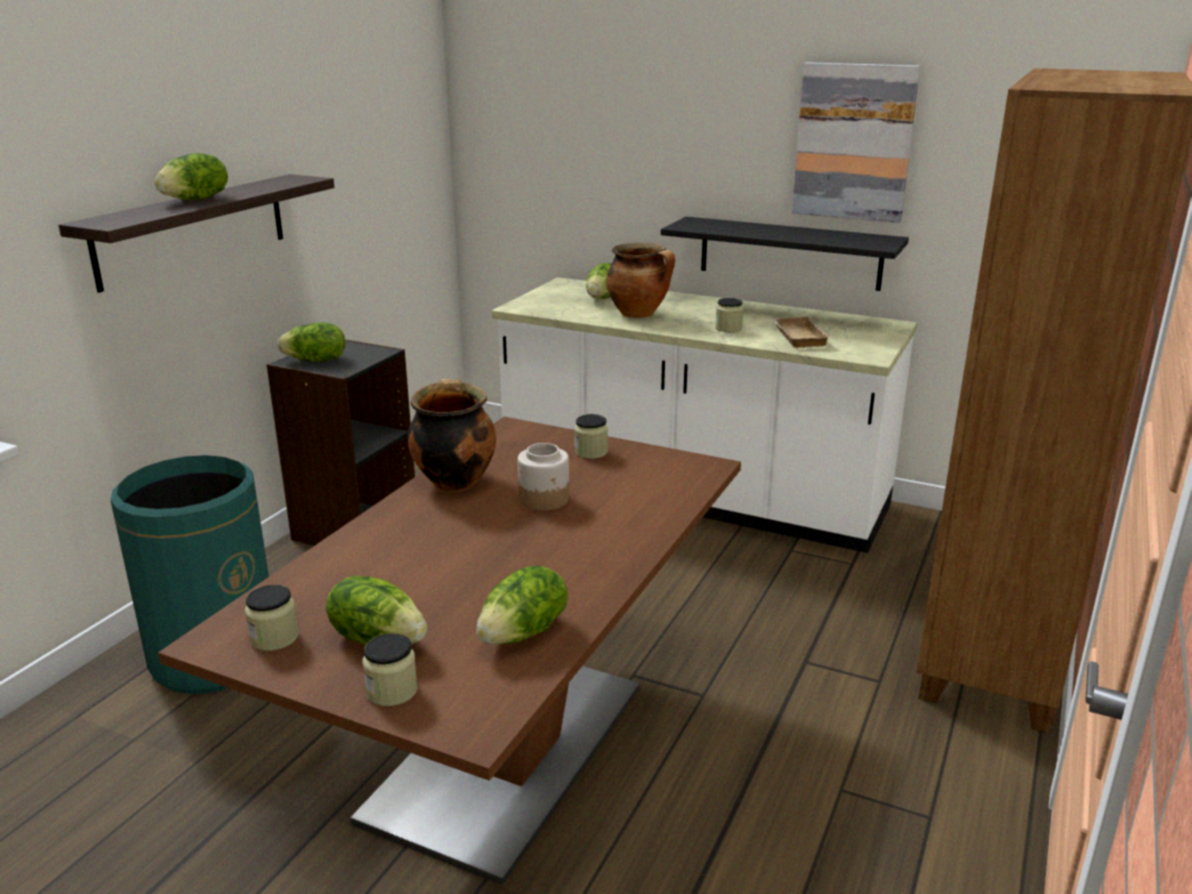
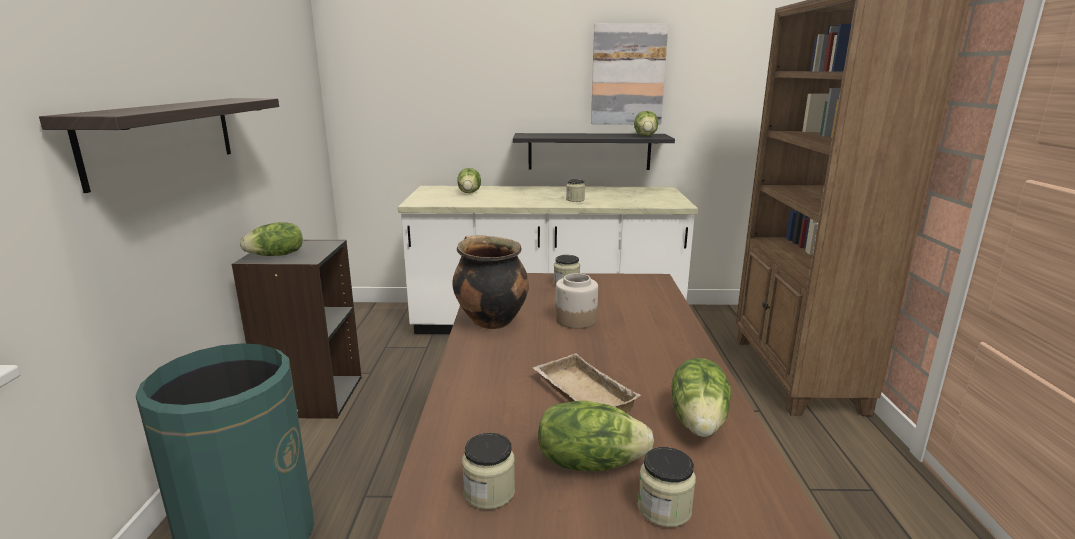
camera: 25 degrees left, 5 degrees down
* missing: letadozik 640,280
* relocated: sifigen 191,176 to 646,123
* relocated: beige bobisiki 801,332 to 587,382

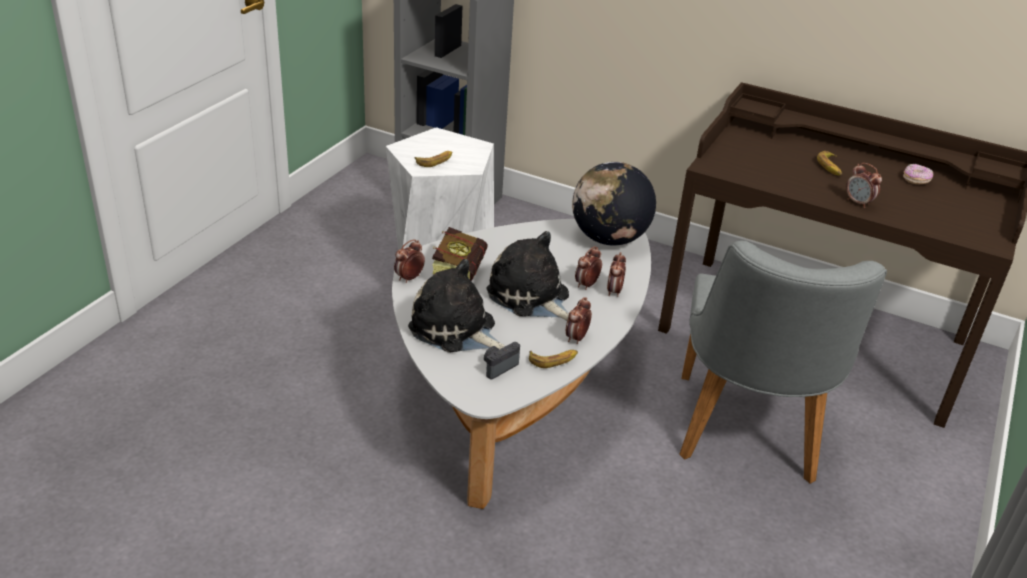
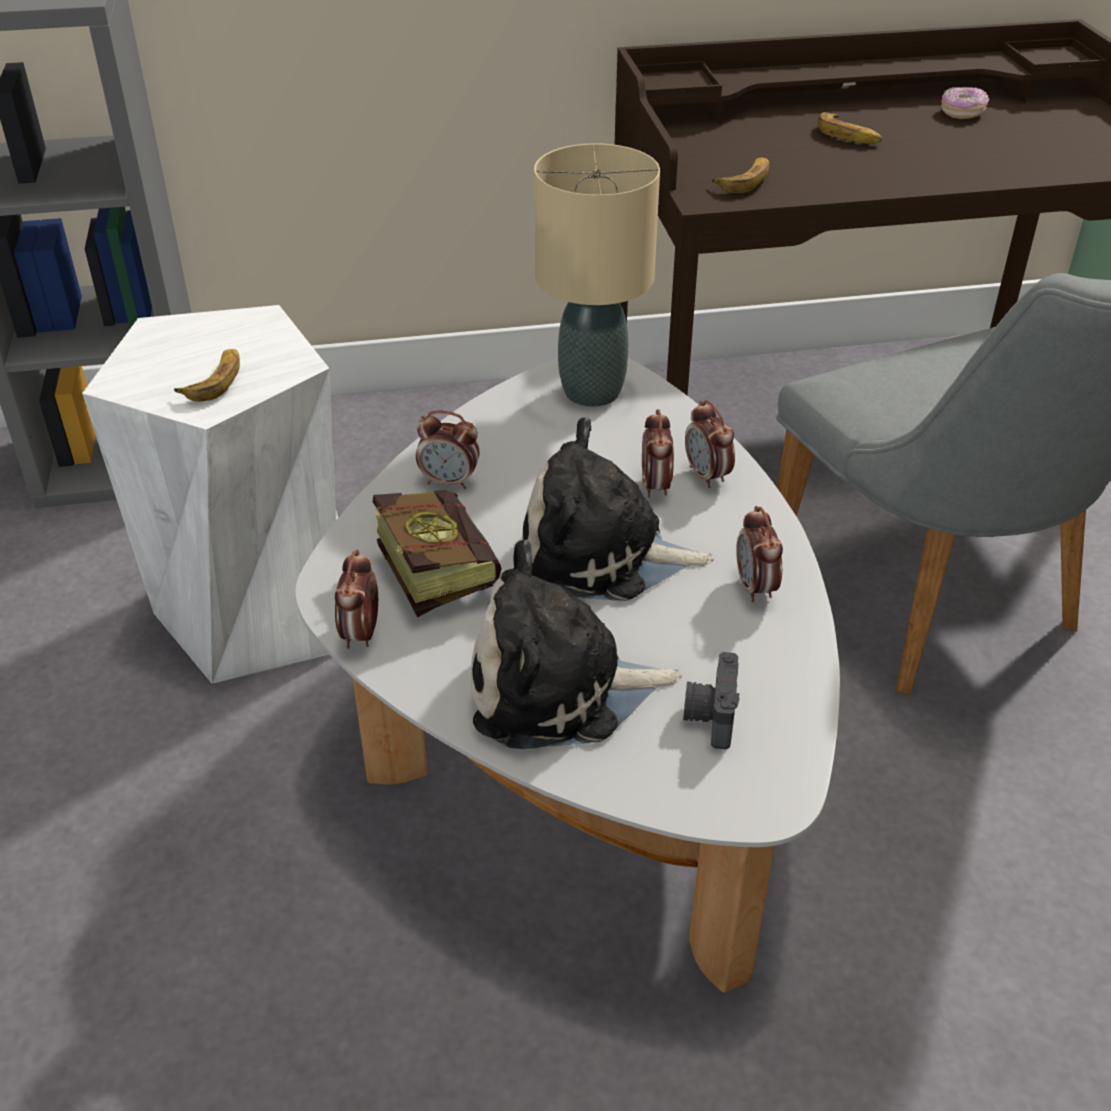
camera: 35 degrees left, 5 degrees up
* relocated: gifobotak 553,359 to 740,175
* relocated: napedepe 864,185 to 448,449
* exchanged: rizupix 614,204 to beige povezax 597,275

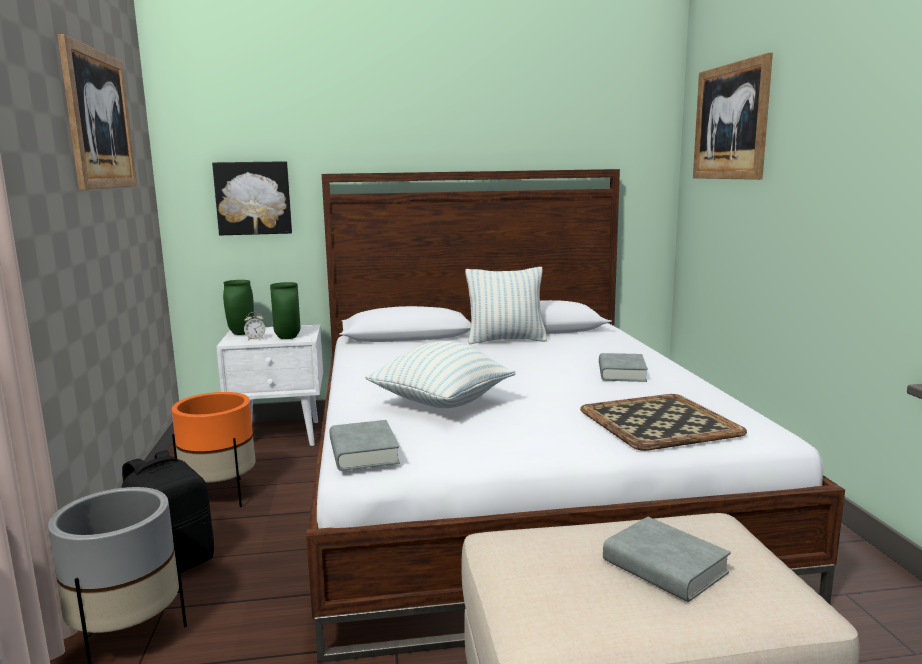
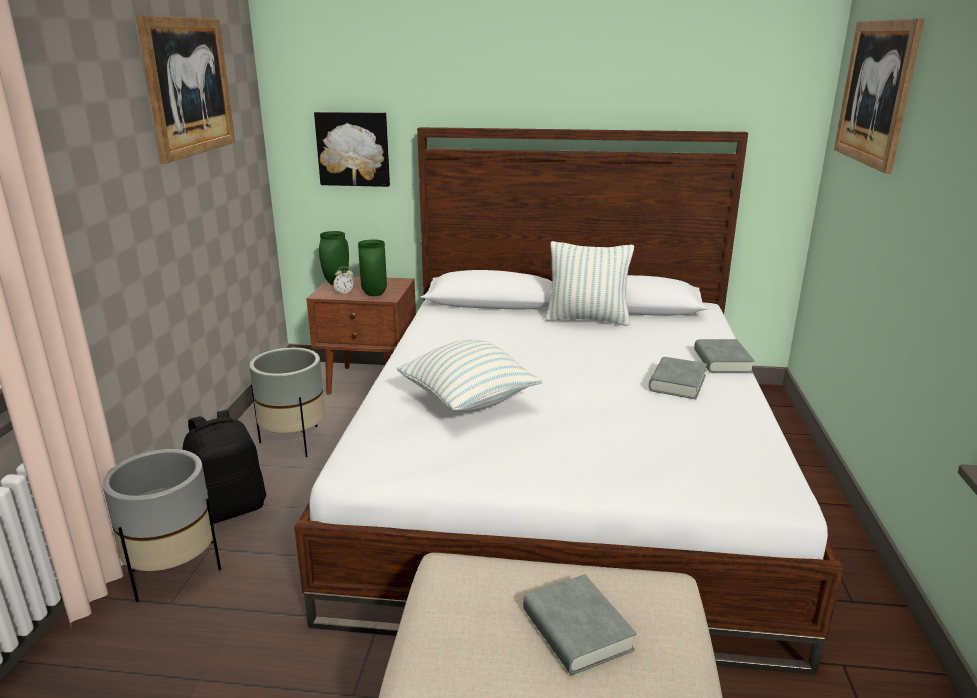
camera: 15 degrees right, 10 degrees up
* missing: bobisiki 663,422
* relocated: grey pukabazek 365,445 to 724,356
* colour: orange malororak 214,449 to grey malororak 287,402
* colour: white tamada 269,385 to brown tamada 361,335

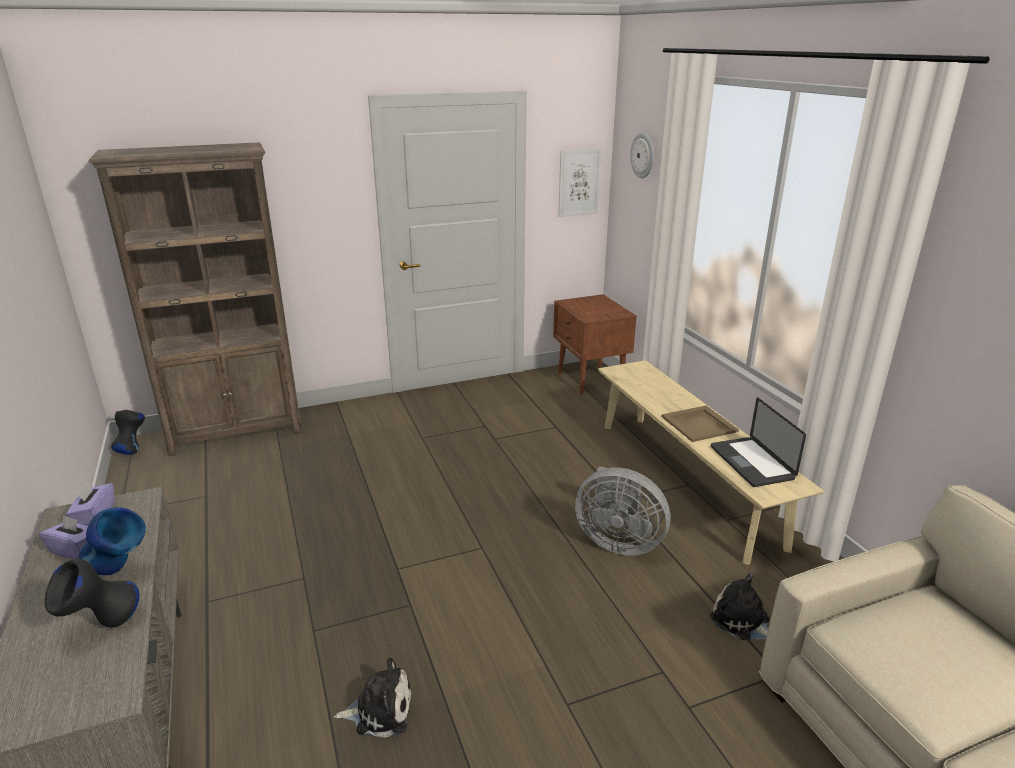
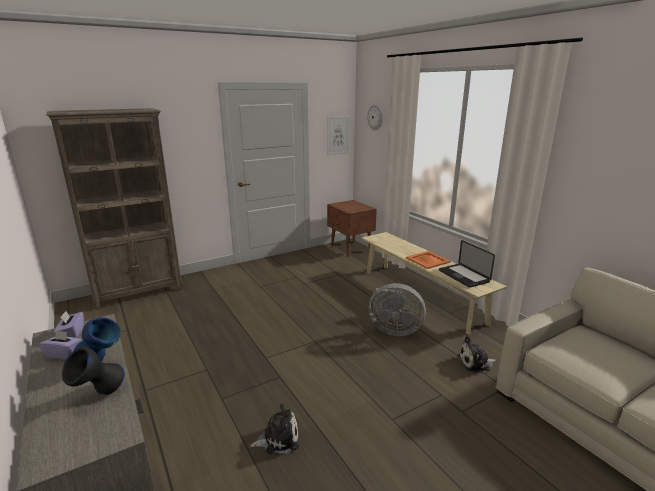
camera: 10 degrees left, 5 degrees down
* missing: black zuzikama 128,432
* colour: beige bobisiki 700,424 to orange bobisiki 428,260
* spun: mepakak 739,606 = 477,354 45 degrees counterclockwise

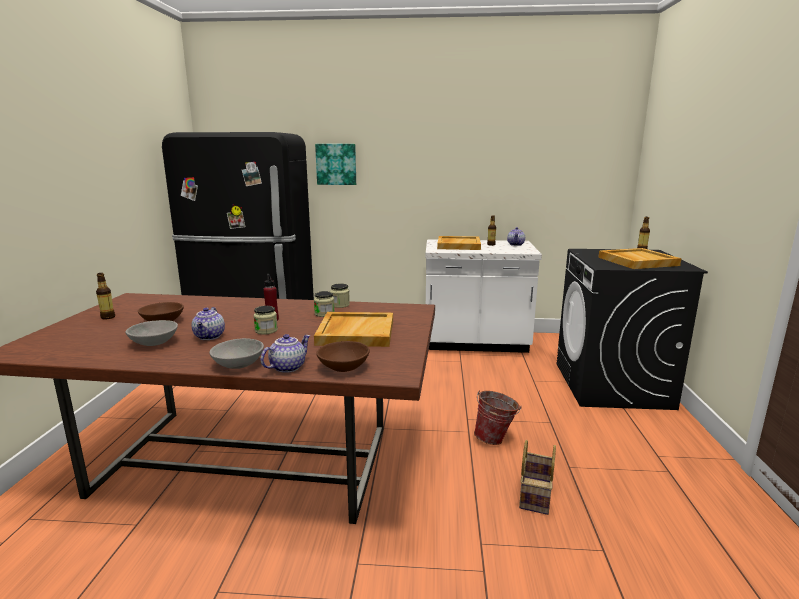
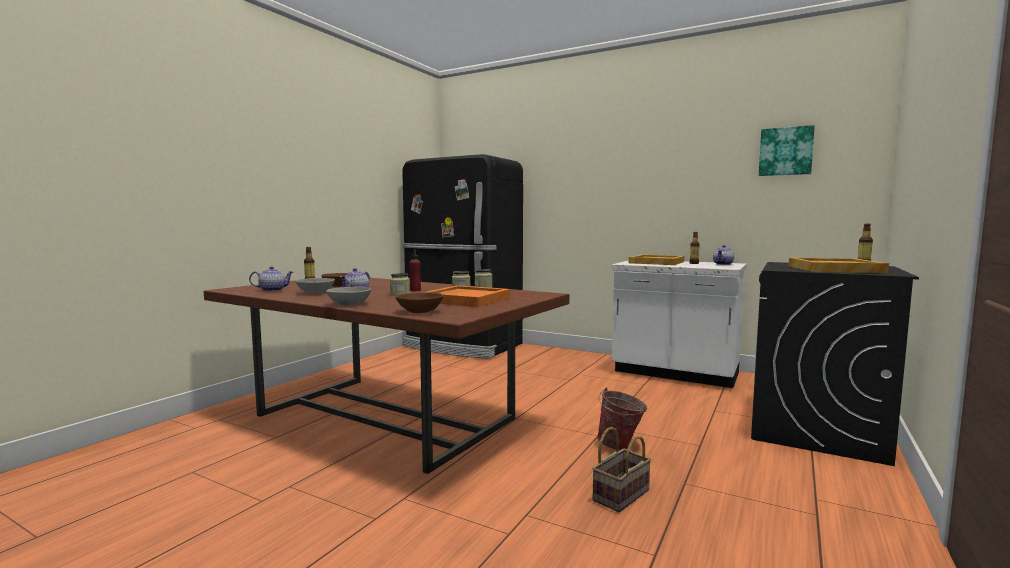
camera: 25 degrees right, 10 degrees down
* relocated: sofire 286,353 to 271,279
* relocated: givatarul 335,164 to 787,150
* colour: beige bobisiki 353,329 to orange bobisiki 468,296

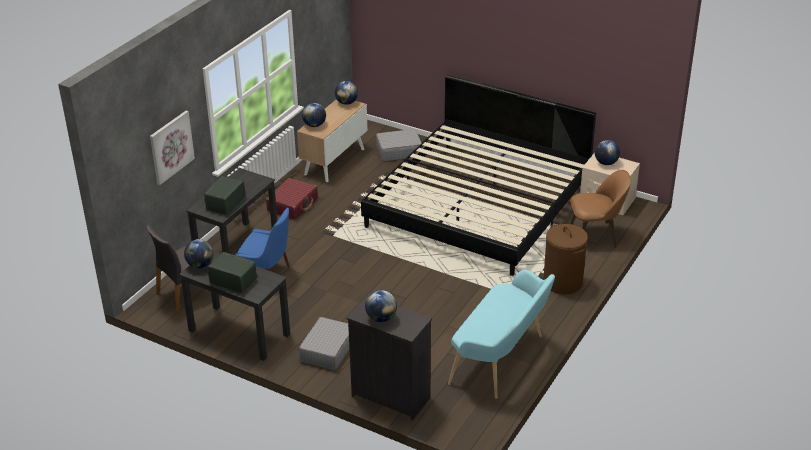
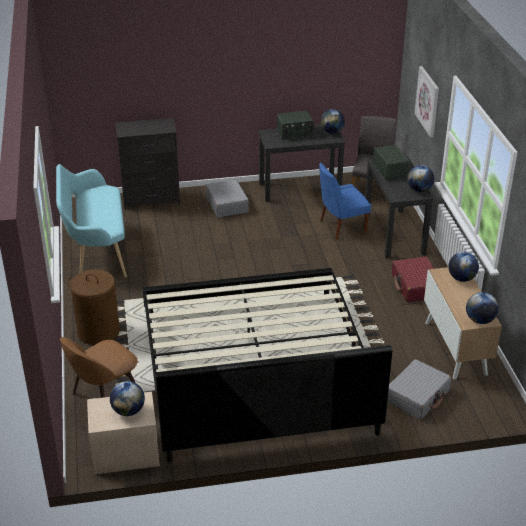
camera: 140 degrees right, 0 degrees up
* relocated: rizupix 381,306 to 420,178

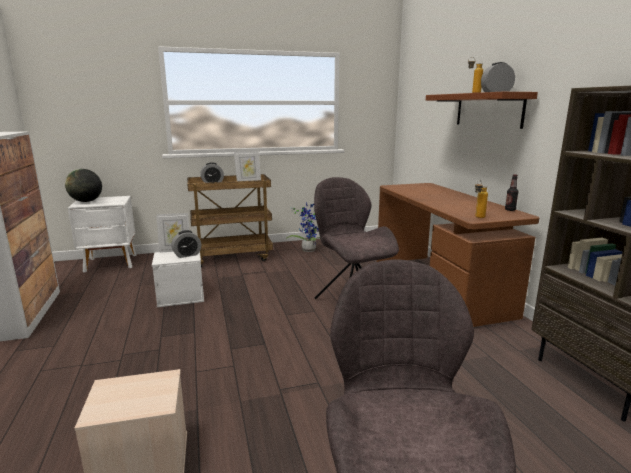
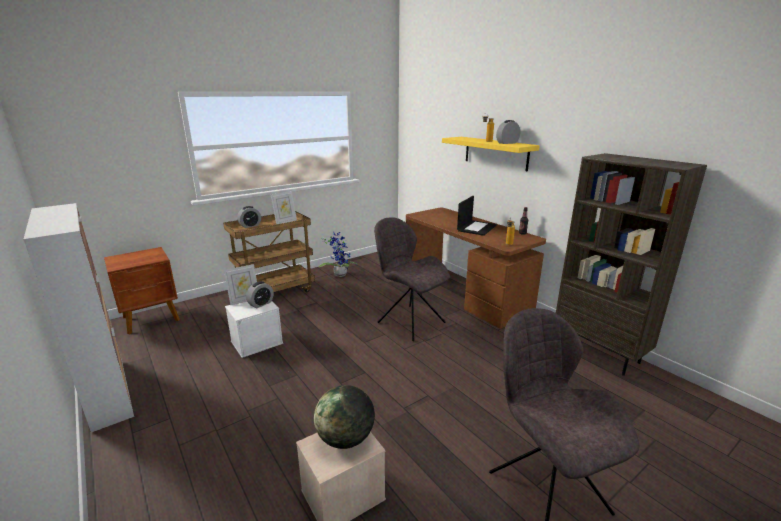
camera: 20 degrees left, 5 degrees up
* appeared: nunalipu 477,216
* relocated: rizupix 83,185 to 344,417
* colour: white tamada 102,234 to brown tamada 142,290
* colour: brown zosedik 482,110 to yellow zosedik 491,154

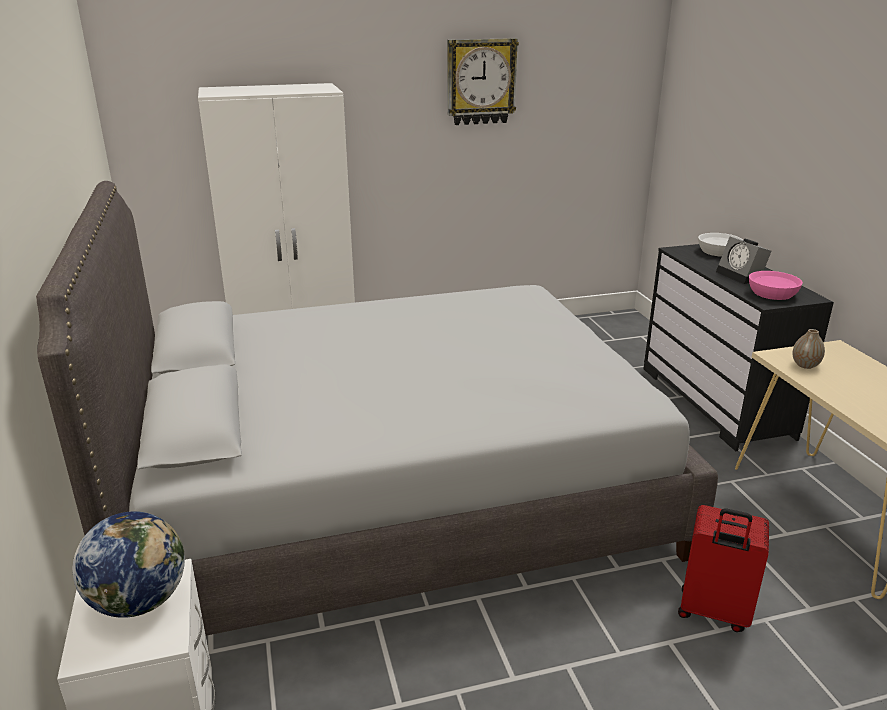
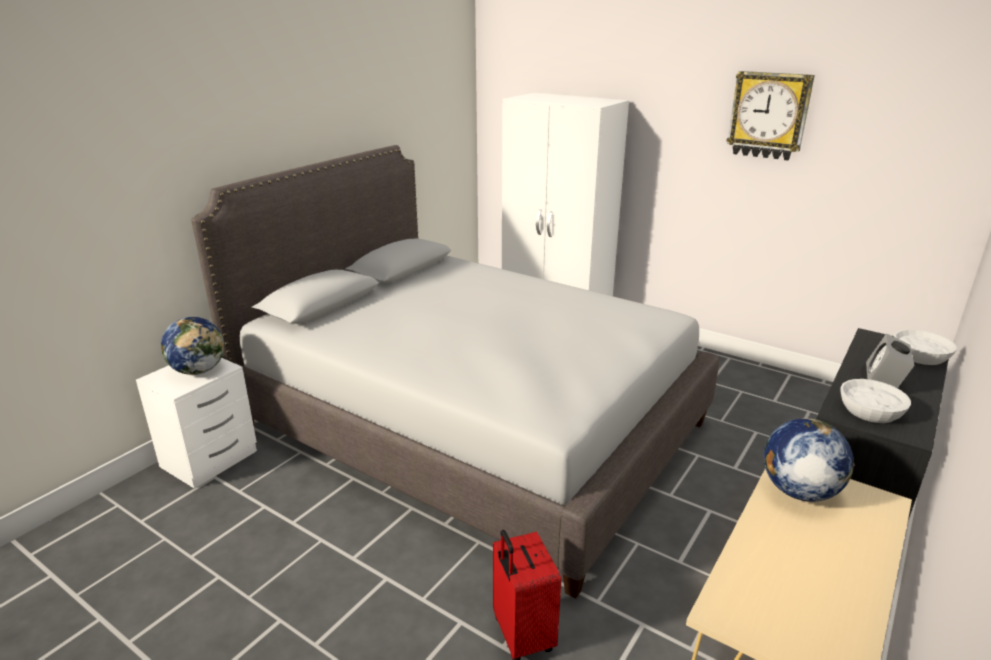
camera: 50 degrees right, 0 degrees up
* exchanged: zuzikama 808,349 to rizupix 809,460
* colour: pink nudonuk 776,285 to white nudonuk 875,401

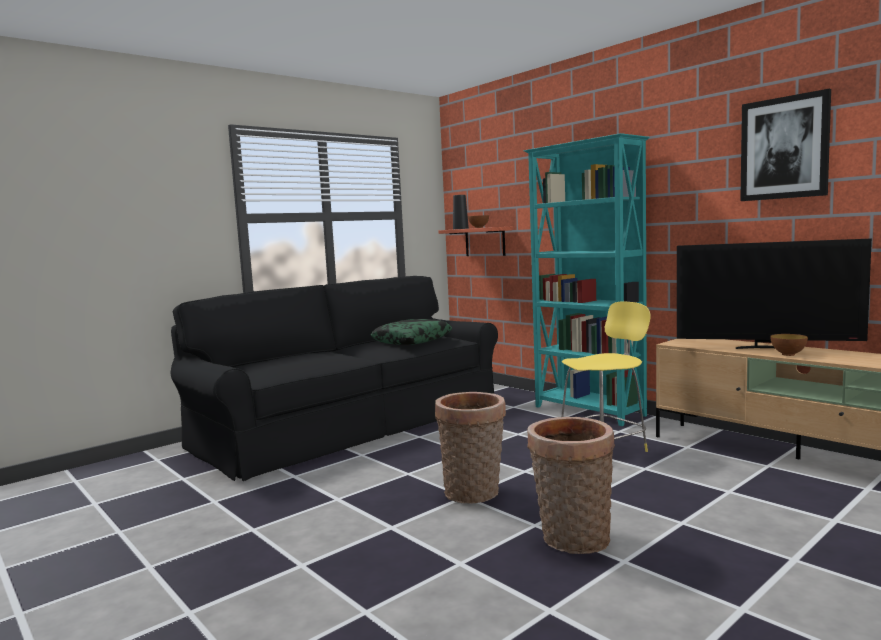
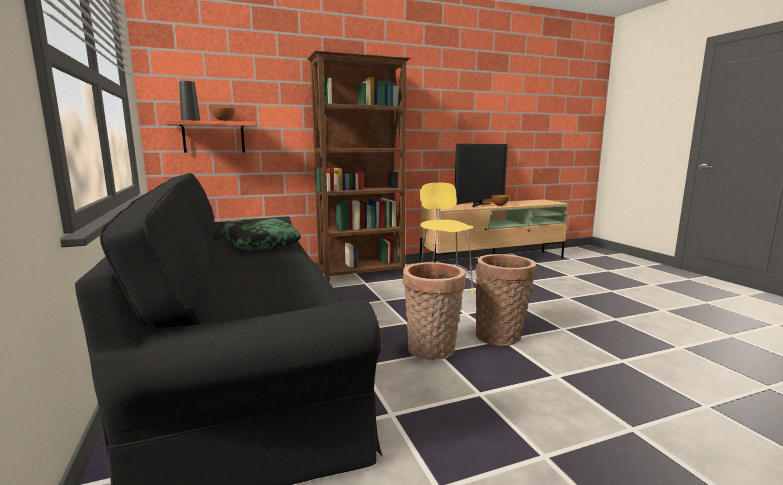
camera: 70 degrees left, 5 degrees up
* missing: givatarul 785,145
* relocated: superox 571,485 to 434,311
* colour: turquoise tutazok 586,279 to brown tutazok 358,166

